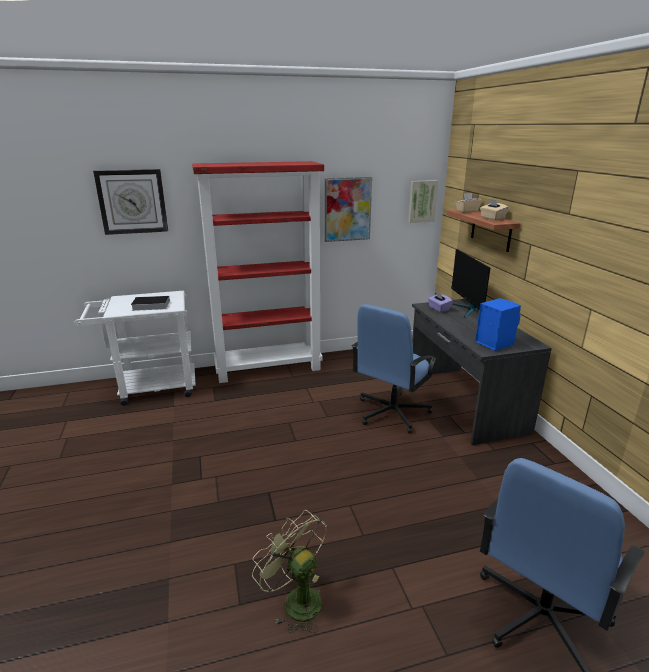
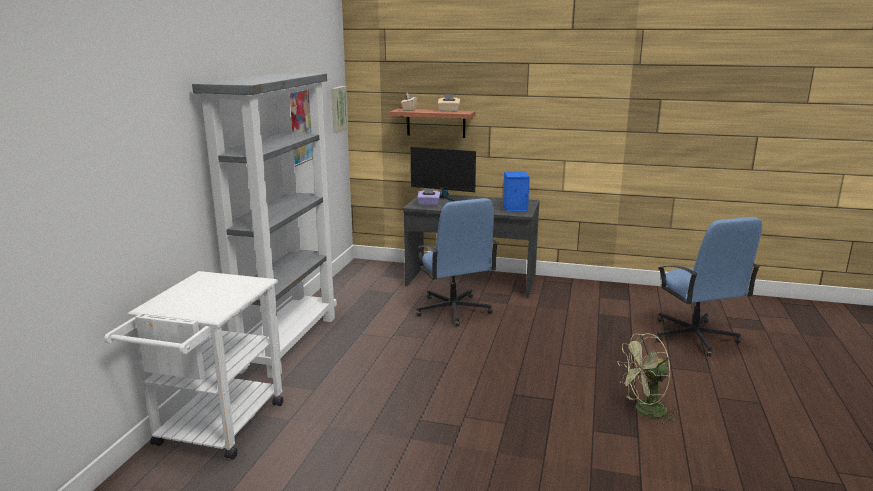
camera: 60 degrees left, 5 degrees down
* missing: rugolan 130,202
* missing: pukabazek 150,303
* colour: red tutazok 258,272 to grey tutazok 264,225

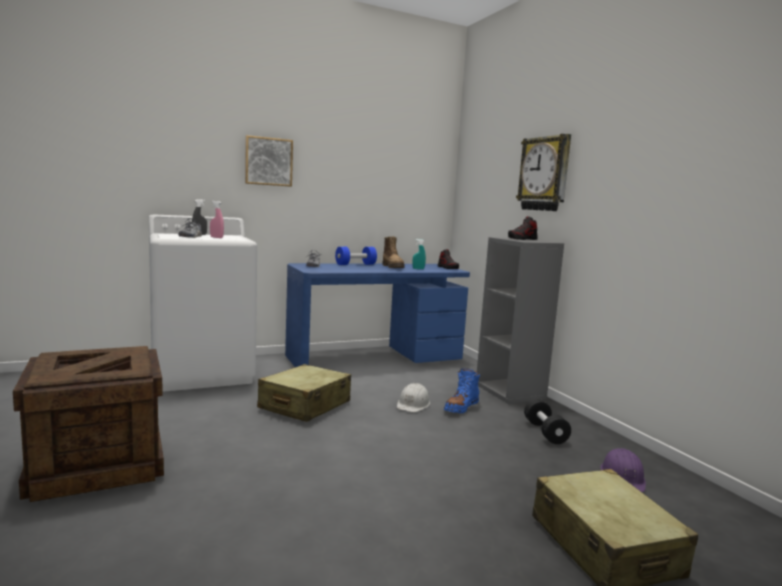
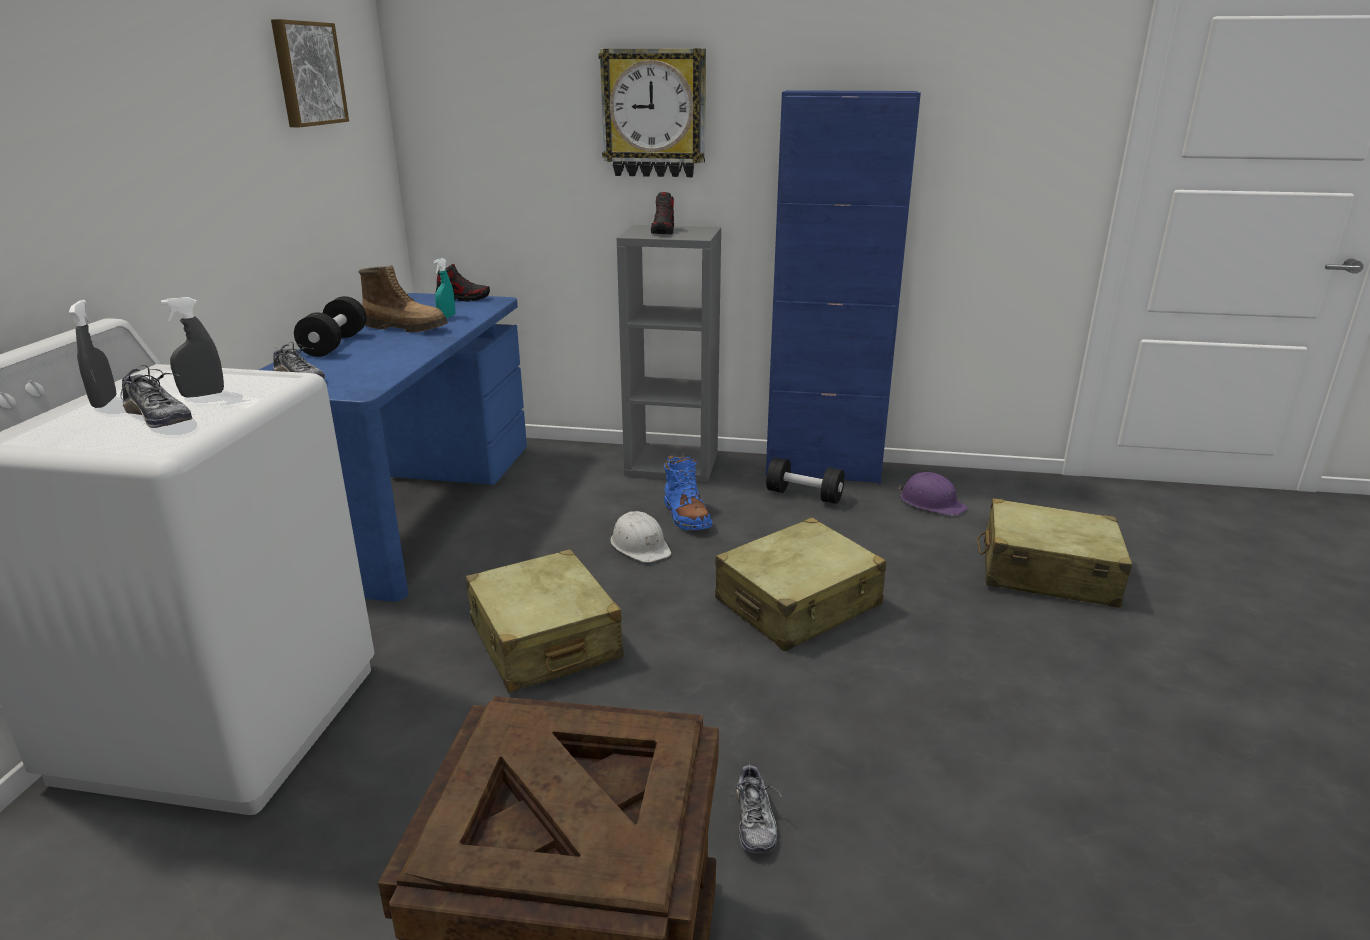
camera: 55 degrees left, 15 degrees up
* appeared: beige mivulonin 800,584
* appeared: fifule 755,806
* appeared: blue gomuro 843,287
* relocated: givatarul 269,161 to 310,73
* colour: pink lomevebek 217,219 to grey lomevebek 192,347
* colour: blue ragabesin 356,256 to black ragabesin 330,326

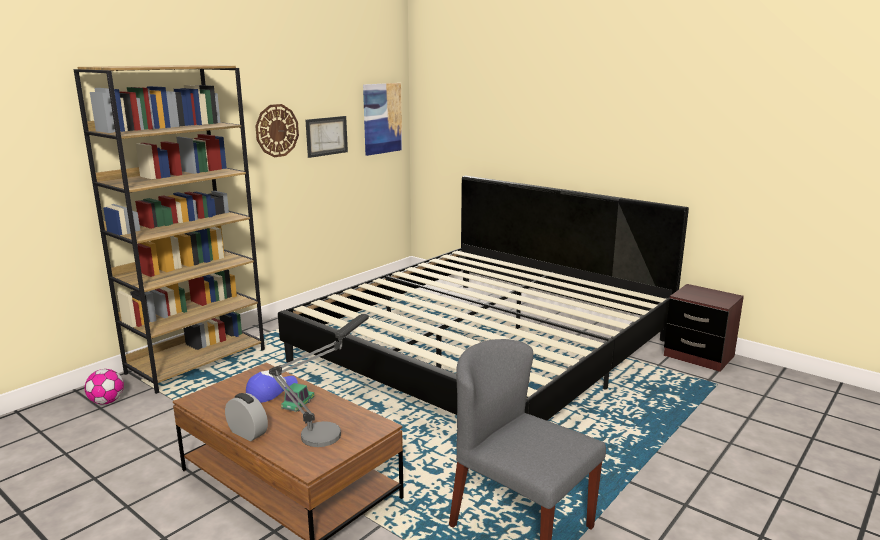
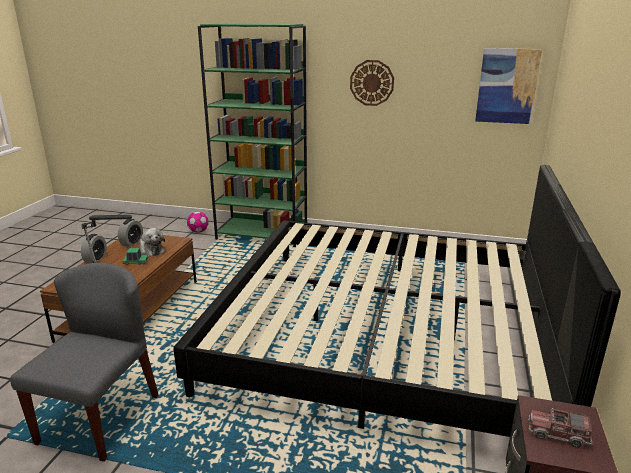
camera: 65 degrees right, 5 degrees up
* missing: givatarul 326,137
* appeared: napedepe 130,233
* appeared: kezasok 560,428
* exchanged: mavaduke 272,386 to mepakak 152,242
* colour: brown tutazok 169,229 to green tutazok 252,135

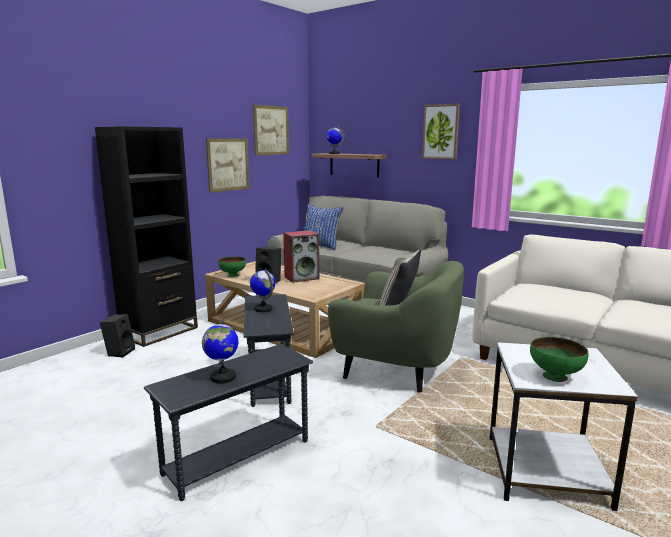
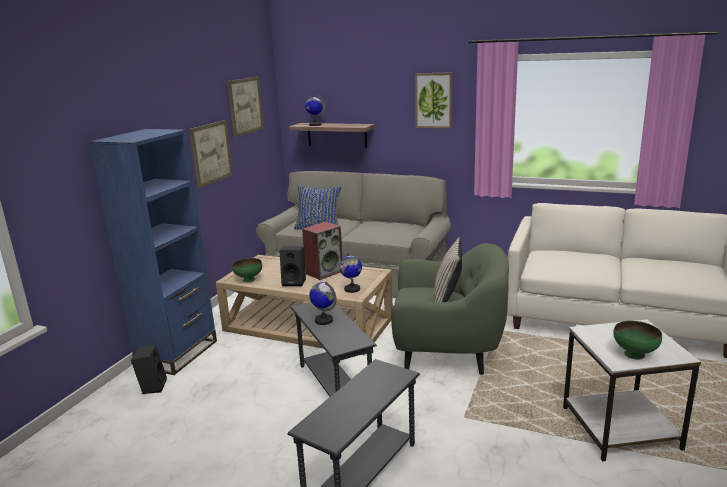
camera: 15 degrees left, 5 degrees up
* relocated: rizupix 220,351 to 350,272
* colour: black tutazok 146,236 to blue tutazok 153,252

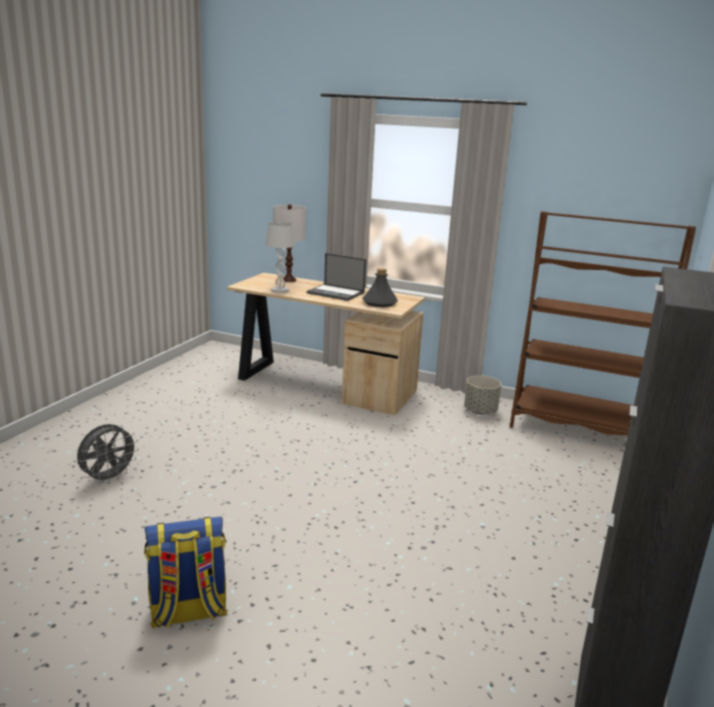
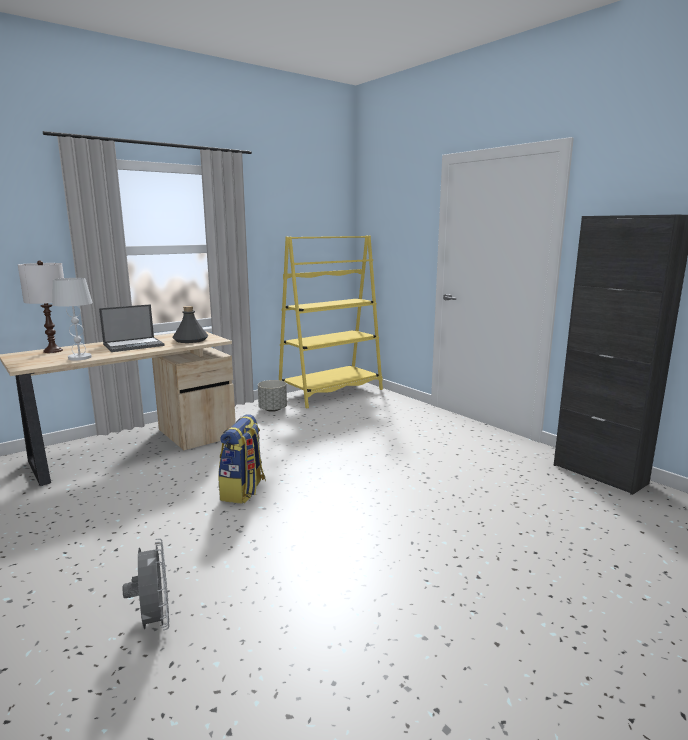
camera: 60 degrees left, 5 degrees down
* relocated: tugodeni 186,572 to 242,459
* colour: brown tutazok 603,323 to yellow tutazok 331,322

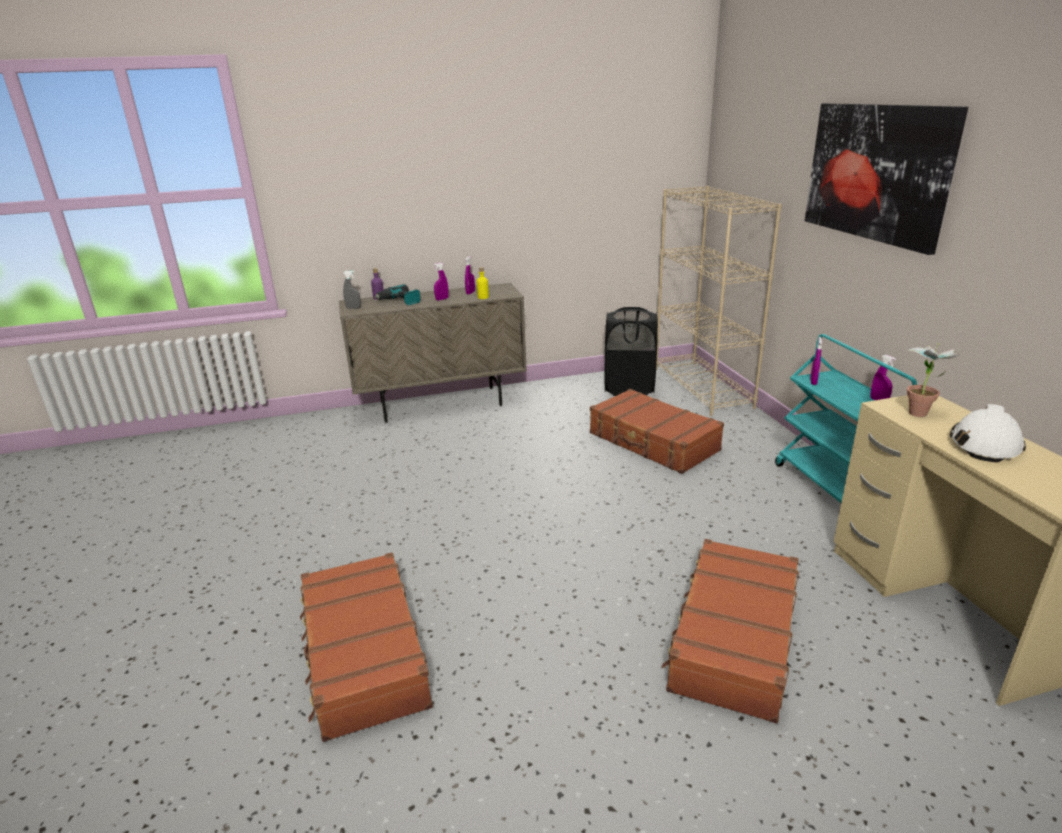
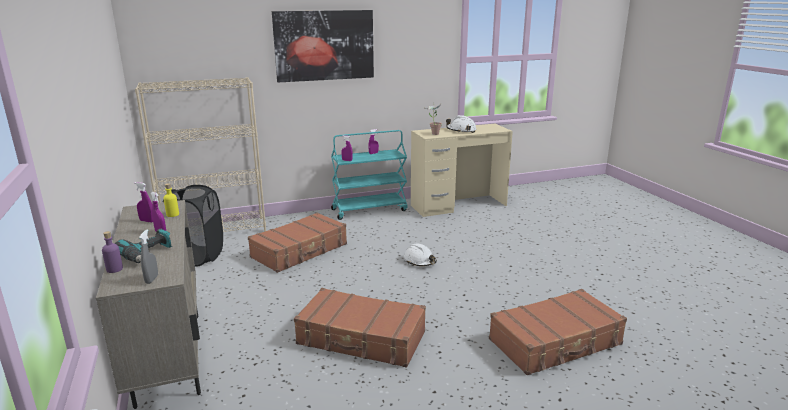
camera: 95 degrees left, 5 degrees down
* appeared: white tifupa 420,255
* relocated: brown mivulonin 730,631 to 360,328

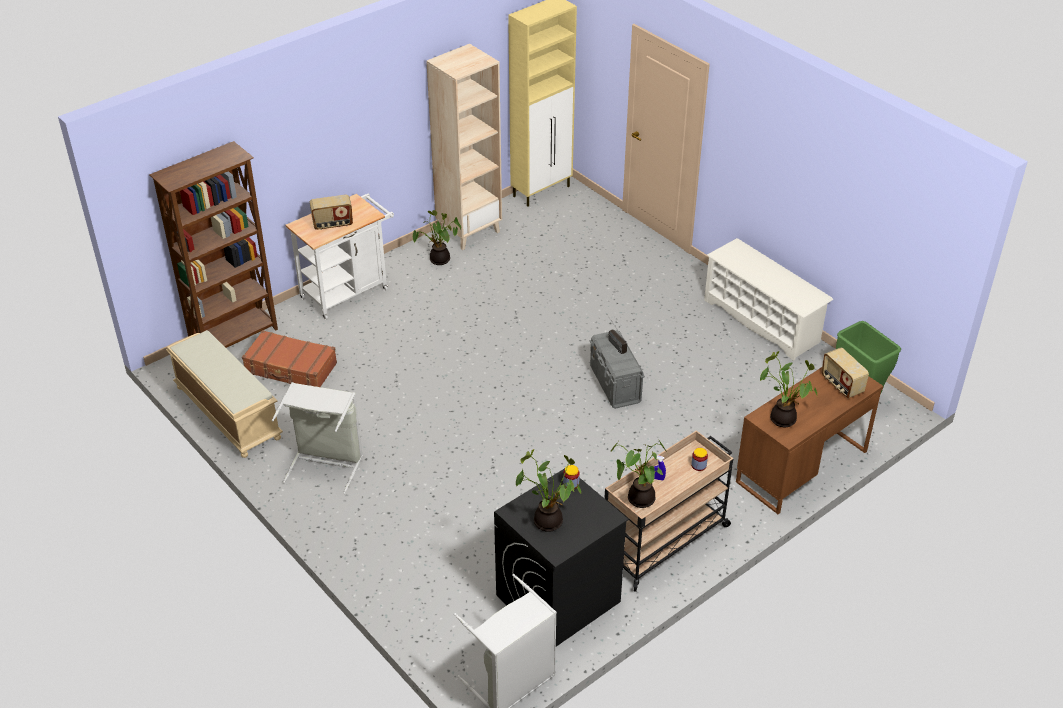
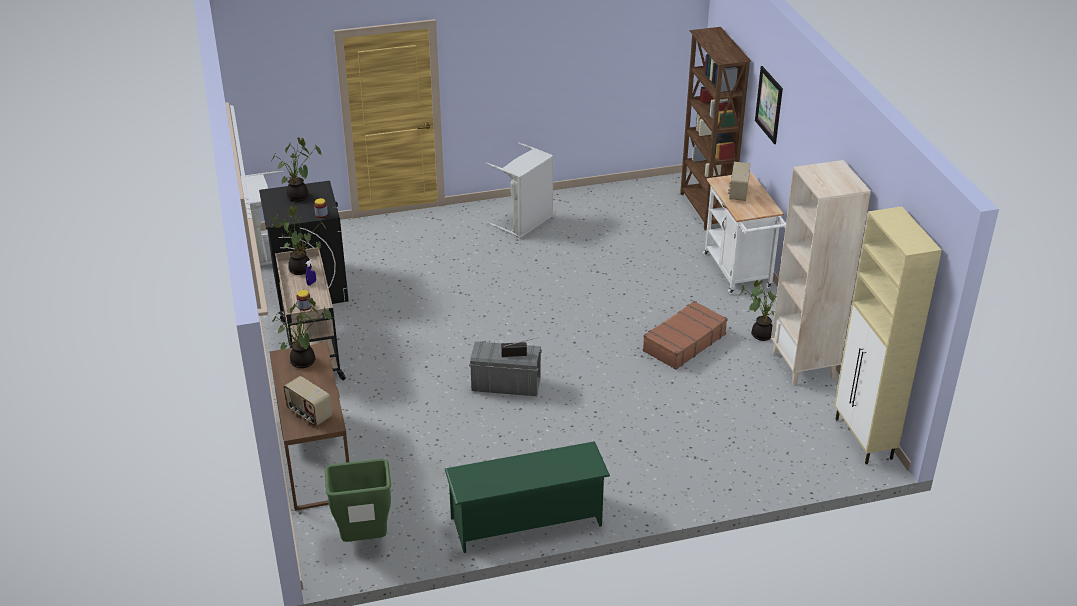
camera: 115 degrees right, 5 degrees down
* missing: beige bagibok 224,394
* appeared: givatarul 769,105
* relocated: brown mivulonin 289,358 to 685,335
* colour: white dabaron 768,299 to green dabaron 527,497
* spun: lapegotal 845,372 = 307,401 135 degrees counterclockwise

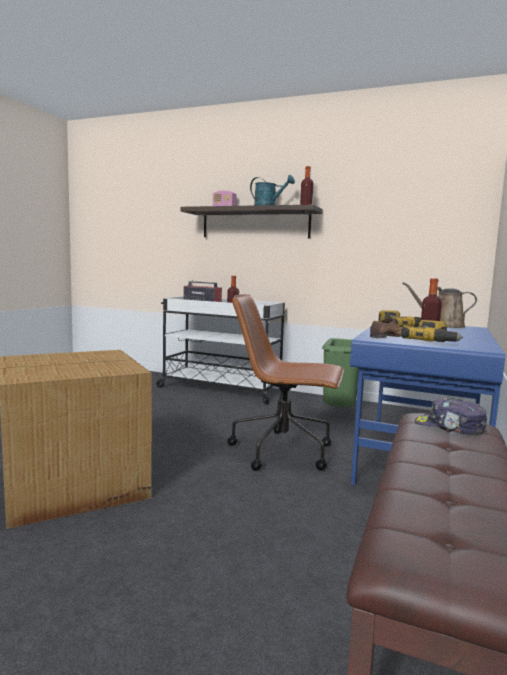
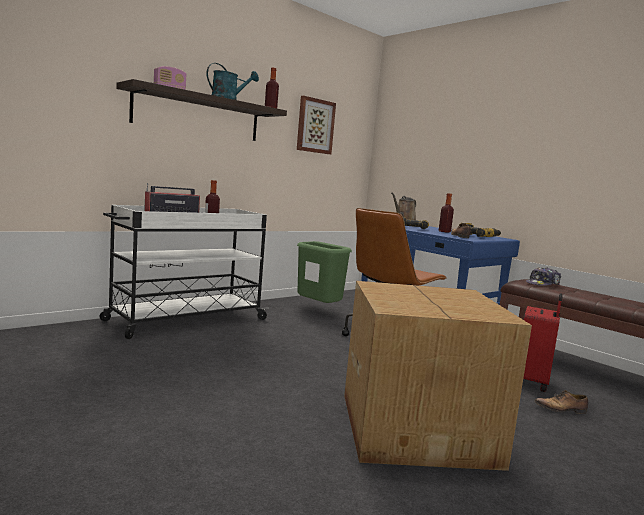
camera: 65 degrees left, 0 degrees up
* appeared: givatarul 316,125
* appeared: red mivulonin 542,342
* appeared: fifule 561,402

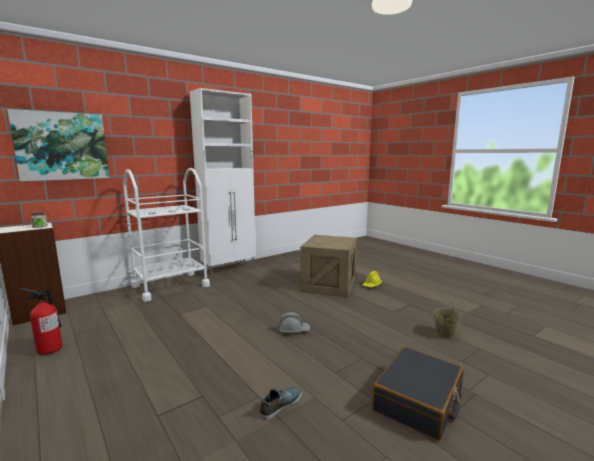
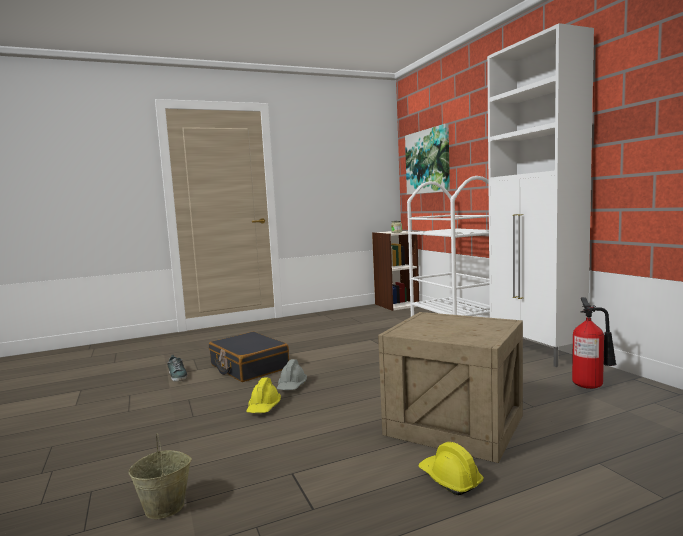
camera: 105 degrees right, 5 degrees down
* appeared: yellow tifupa 263,395
* relocated: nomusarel 40,321 to 594,343
* relocated: black mivulonin 418,393 to 249,356

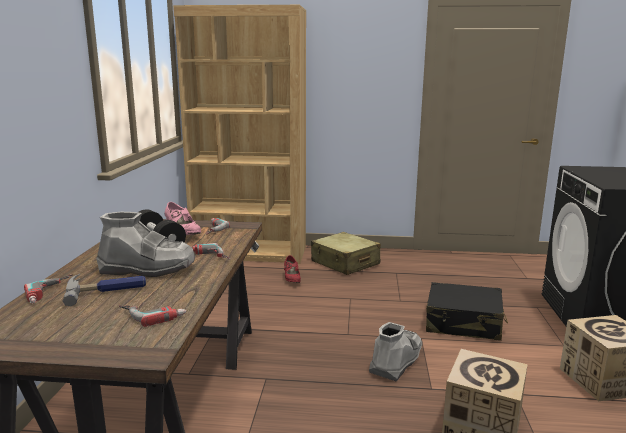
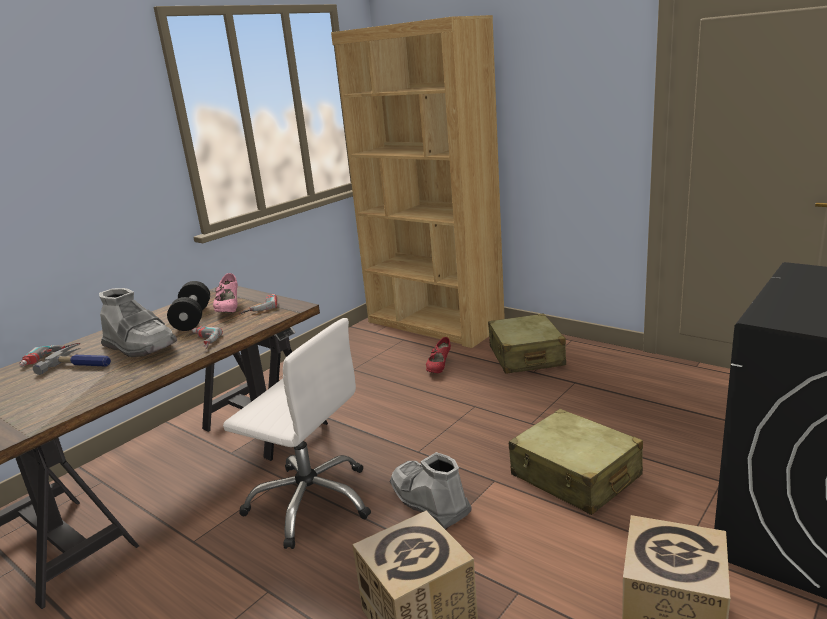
camera: 35 degrees right, 5 degrees up
* missing: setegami 152,316
* appeared: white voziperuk 297,433
* colour: black mivulonin 467,311 to beige mivulonin 576,462
* spun: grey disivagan 395,351 = 431,490 105 degrees counterclockwise

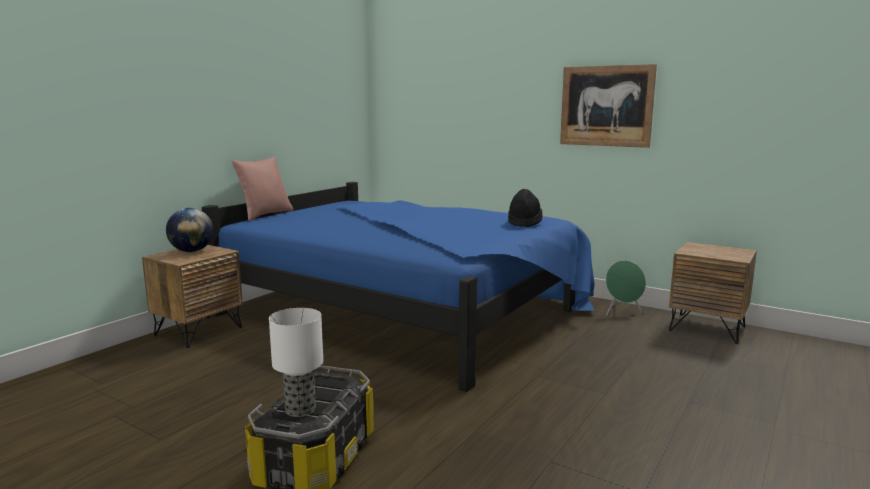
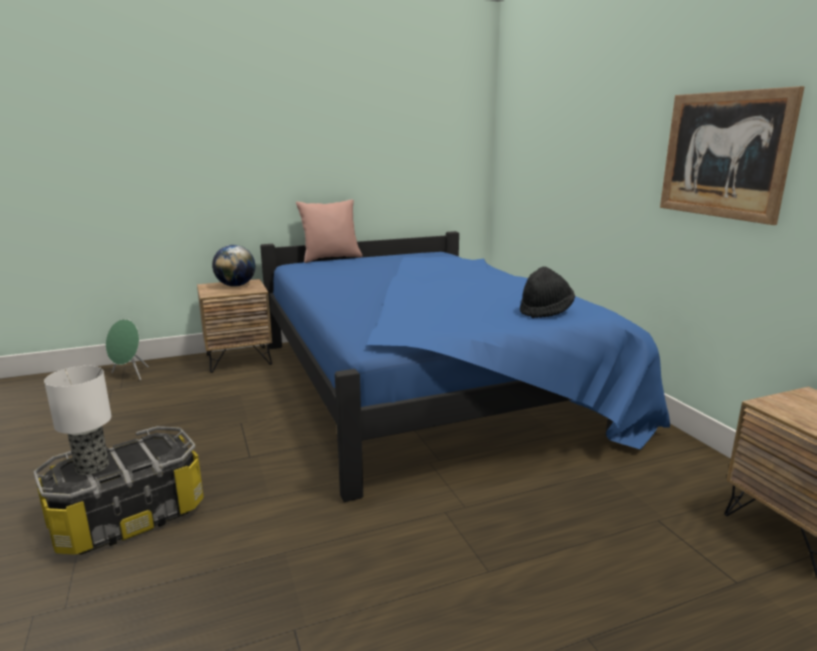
camera: 35 degrees right, 5 degrees up
* relocated: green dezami 626,288 to 127,349

